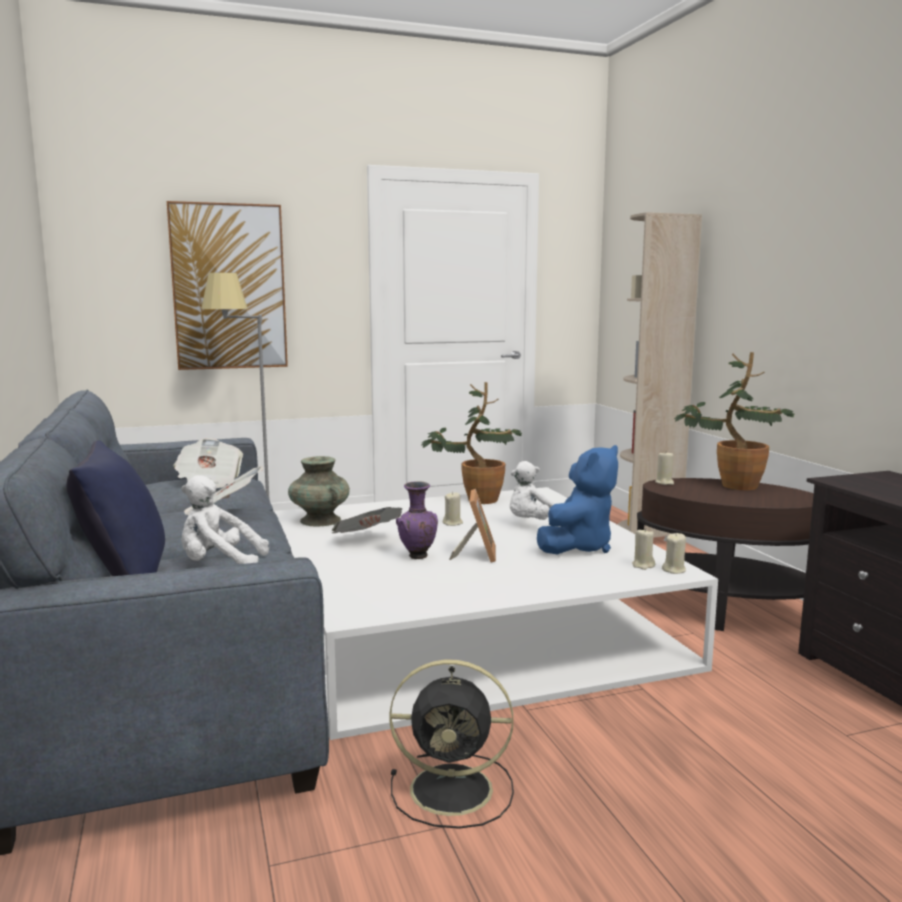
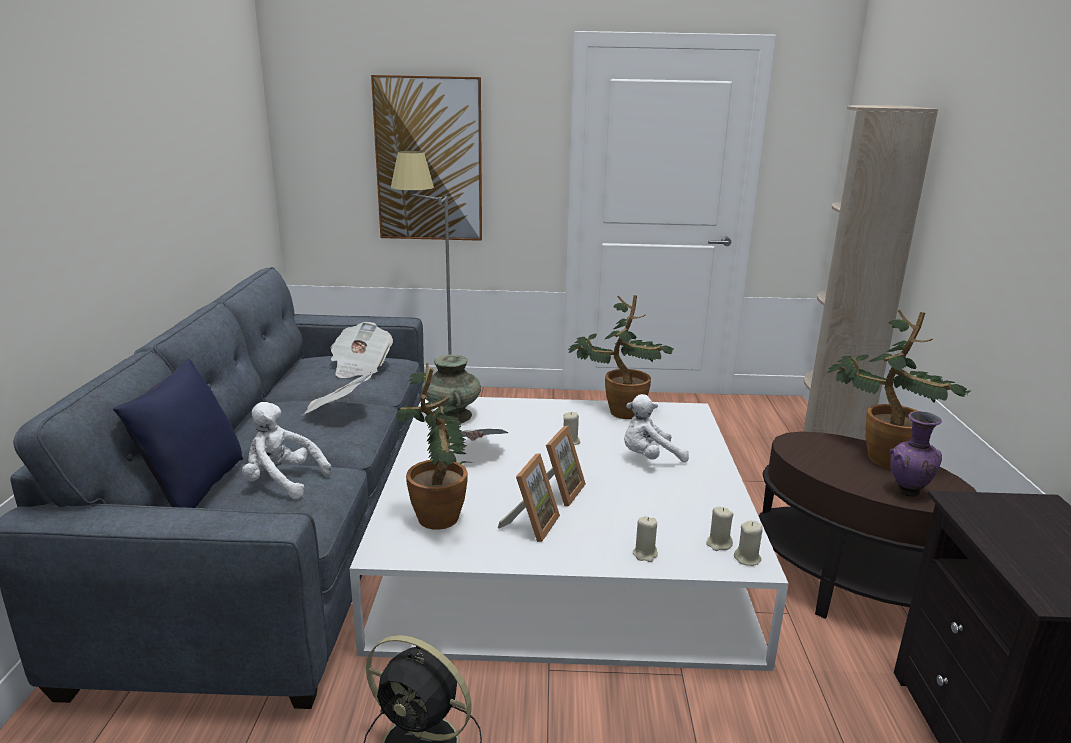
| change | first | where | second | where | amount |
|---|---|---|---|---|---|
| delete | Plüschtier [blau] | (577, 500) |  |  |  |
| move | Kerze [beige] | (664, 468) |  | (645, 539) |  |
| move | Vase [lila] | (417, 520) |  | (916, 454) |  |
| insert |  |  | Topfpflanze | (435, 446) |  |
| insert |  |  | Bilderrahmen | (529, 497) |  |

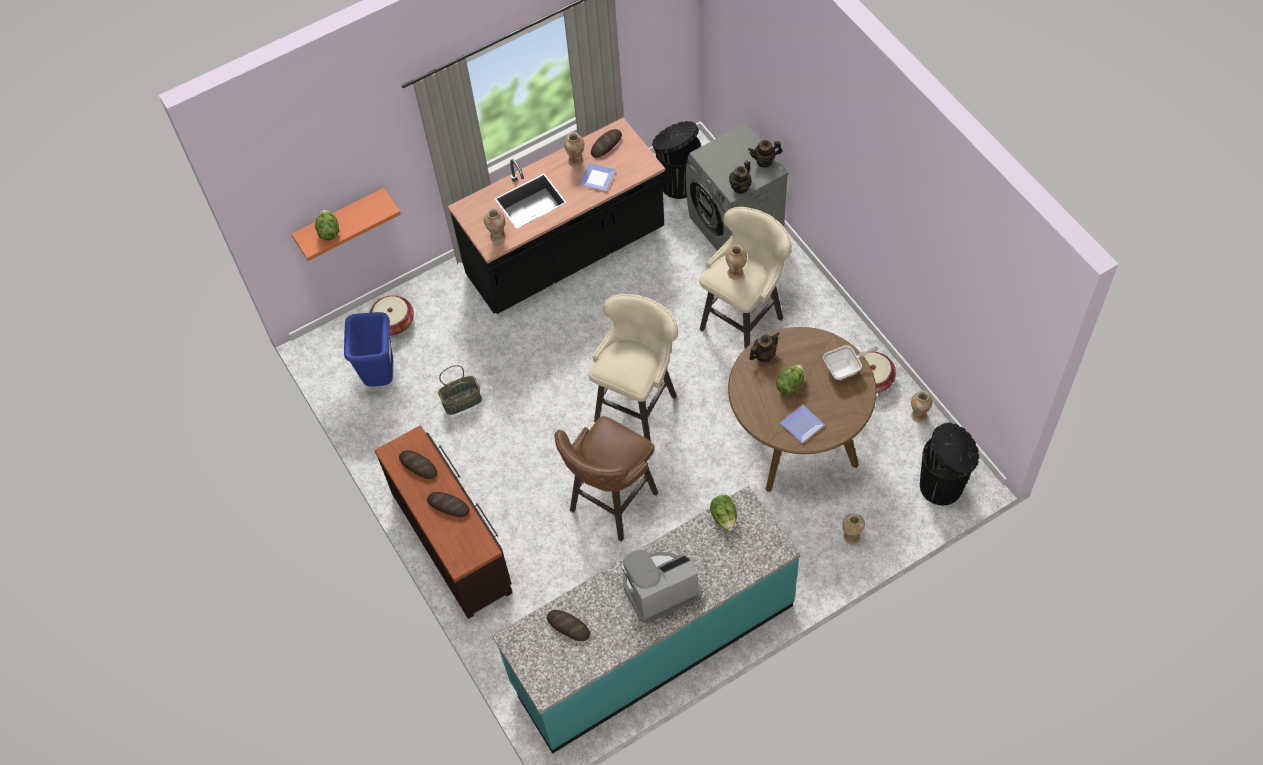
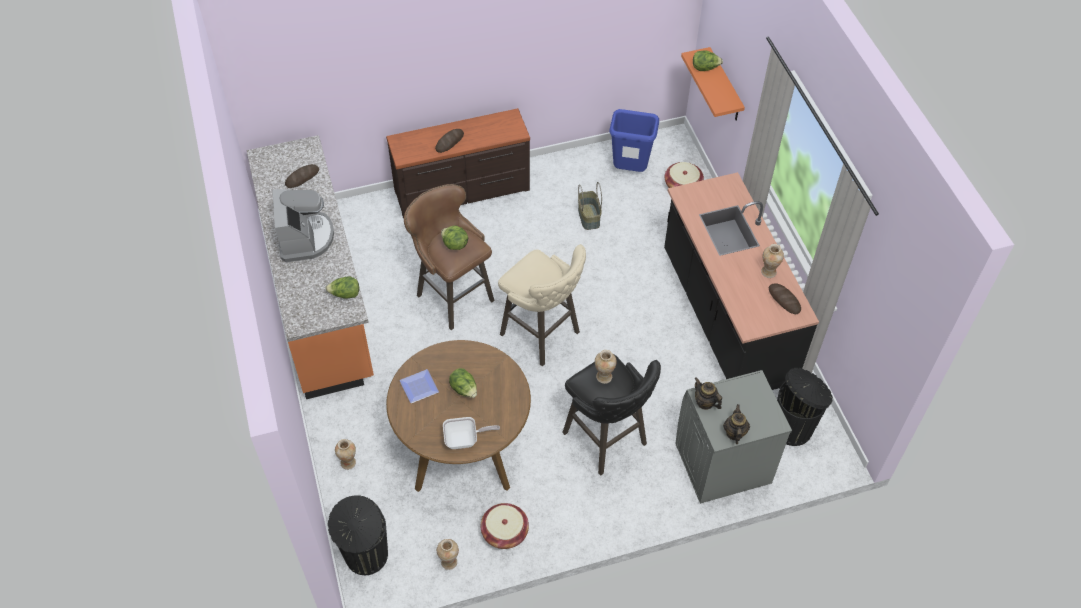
| change | first | where | second | where | amount |
|---|---|---|---|---|---|
| delete | Teller | (597, 177) |  |  |  |
| recolor | Hocker [beige] | (745, 278) | Hocker [schwarz] | (611, 415) |  |
| delete | Vase | (495, 225) |  |  |  |
| delete | Teekanne | (764, 347) |  |  |  |
| rotate | Pfanne | (851, 362) |  | (471, 433) | 90 degrees counterclockwise |
| delete | Brot | (418, 464) |  |  |  |
| recolor | Küchenzeile [türkis] | (646, 620) | Küchenzeile [orange] | (310, 267) |  |
| insert |  |  | Salatkopf | (454, 238) |  |

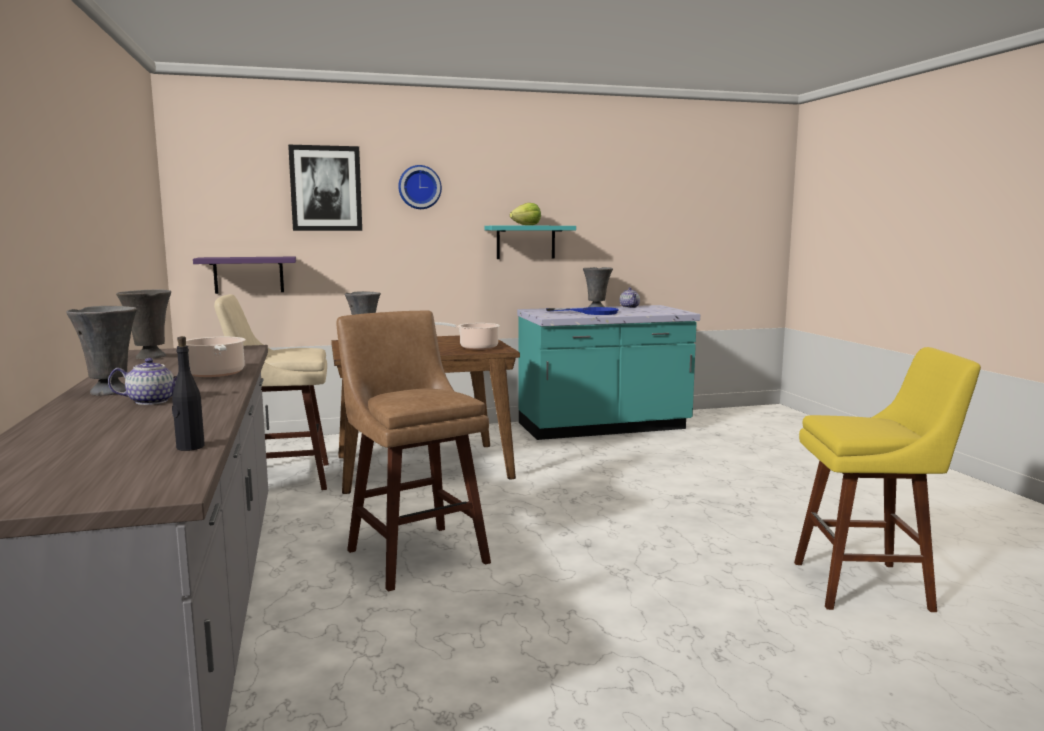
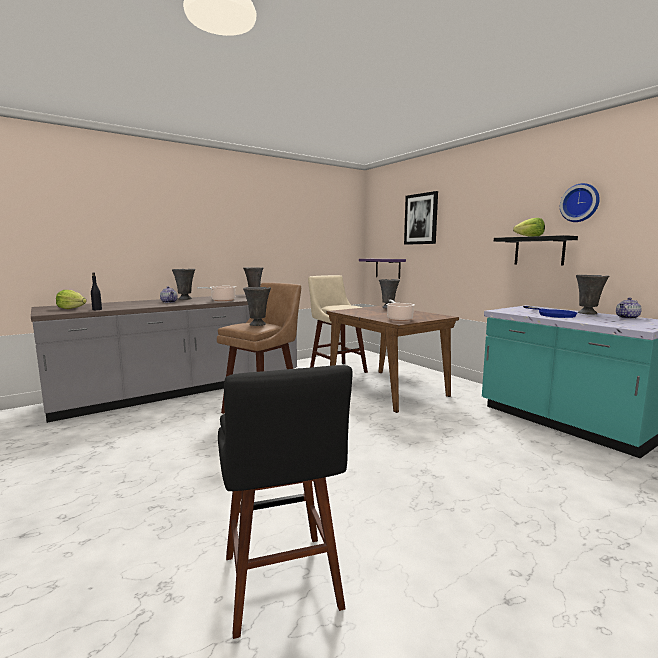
| change | first | where | second | where | amount |
|---|---|---|---|---|---|
| move | Wanduhr | (420, 187) |  | (580, 202) |  |
| recolor | Wandregal [türkis] | (530, 242) | Wandregal [schwarz] | (536, 250) |  |
| recolor | Hocker [gelb] | (887, 479) | Hocker [schwarz] | (285, 502) |  |
| insert |  |  | Vase [grau] | (257, 306) |  |
| insert |  |  | Salatkopf | (71, 299) |  |

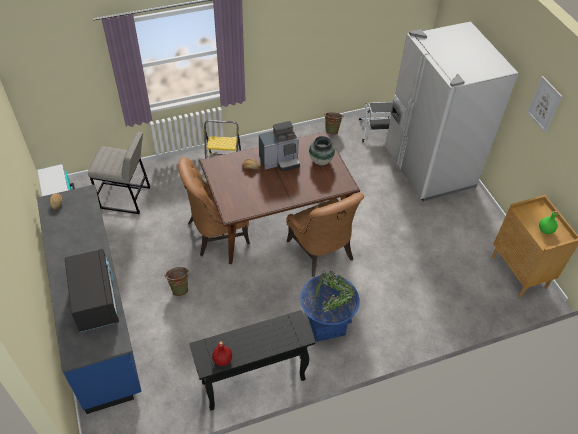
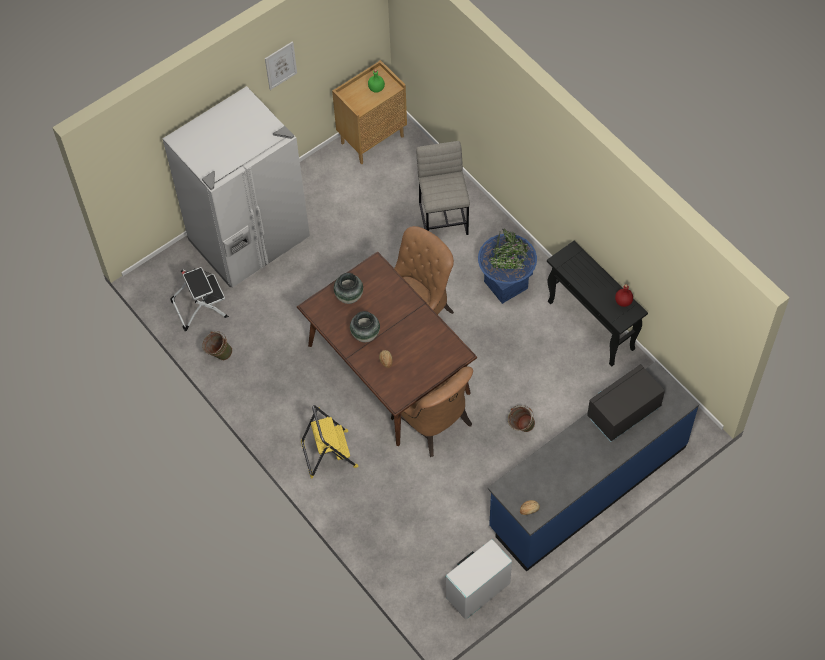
| change | first | where | second | where | amount |
|---|---|---|---|---|---|
| replace | Kaffeemaschine | (279, 146) | Vase | (365, 326) |  |
| move | Stuhl [grau] | (119, 173) |  | (443, 188) |  |

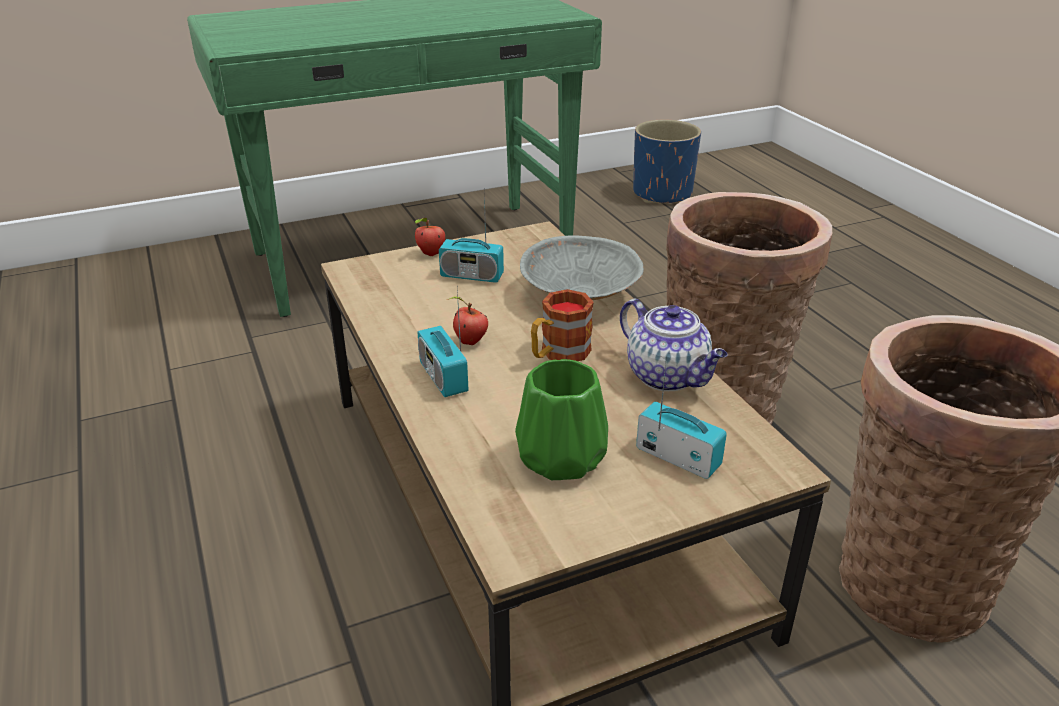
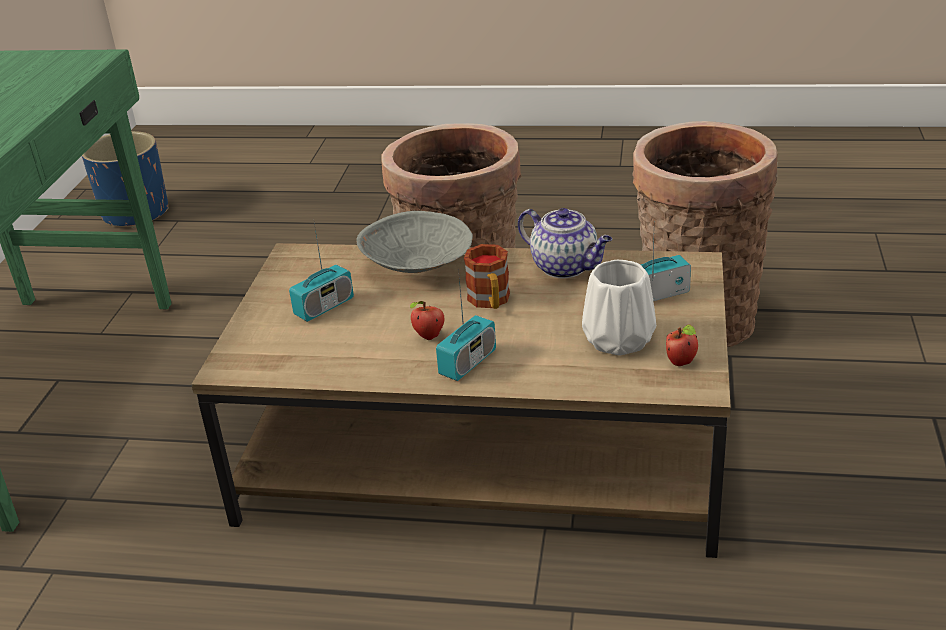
| change | first | where | second | where | amount |
|---|---|---|---|---|---|
| move | Apfel | (430, 237) |  | (682, 345) |  |
| rotate | Radio | (442, 341) |  | (466, 324) | 60 degrees counterclockwise |
| rotate | Teekanne | (674, 345) |  | (565, 243) | 45 degrees clockwise |
| recolor | Vase [grün] | (561, 419) | Vase [weiß] | (619, 308) |  |

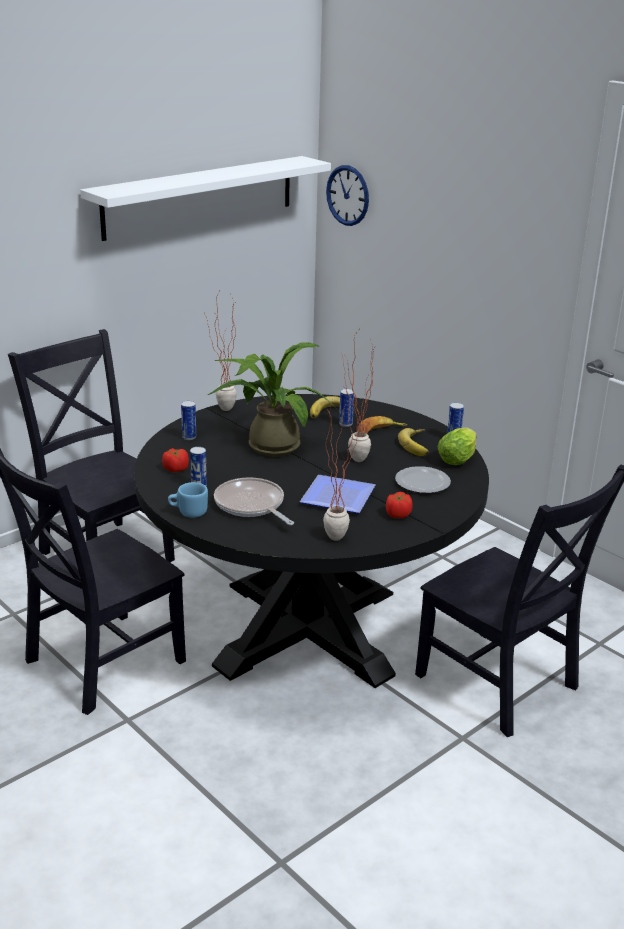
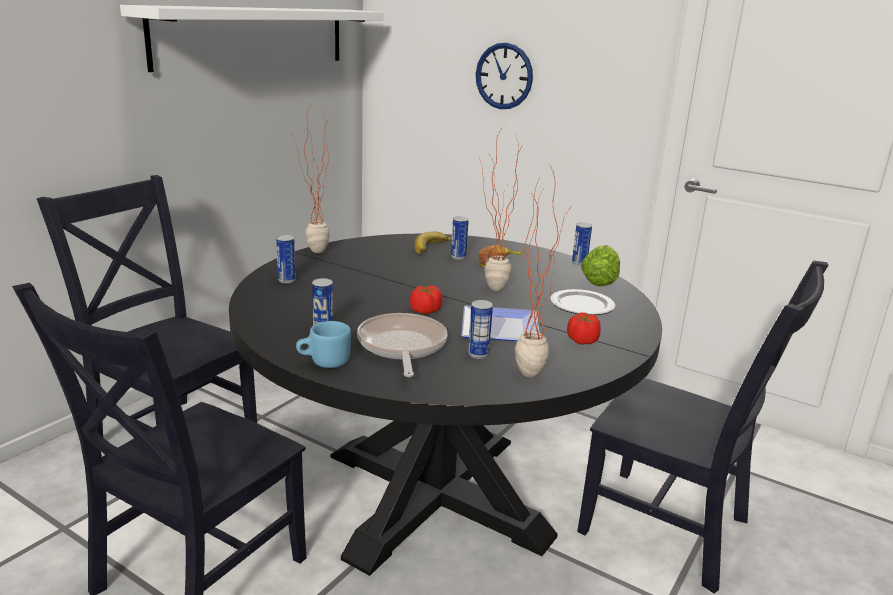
| change | first | where | second | where | amount |
|---|---|---|---|---|---|
| move | Wanduhr | (347, 195) |  | (504, 76) |  |
| delete | Topfpflanze | (272, 399) |  |  |  |
| delete | Banane | (413, 442) |  |  |  |
| move | Tomate | (175, 460) |  | (426, 299) |  |
| rotate | Pfanne | (254, 501) |  | (402, 345) | 45 degrees clockwise |
| insert |  |  | Dose | (480, 329) |  |

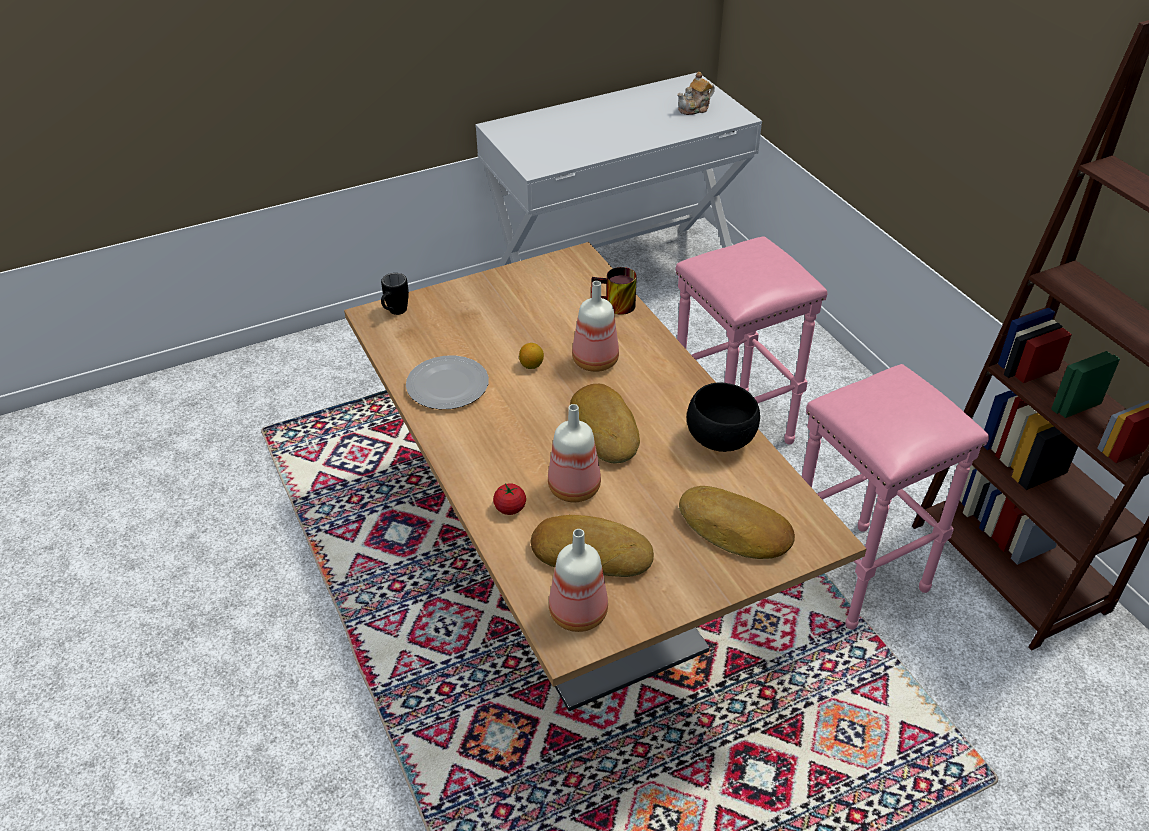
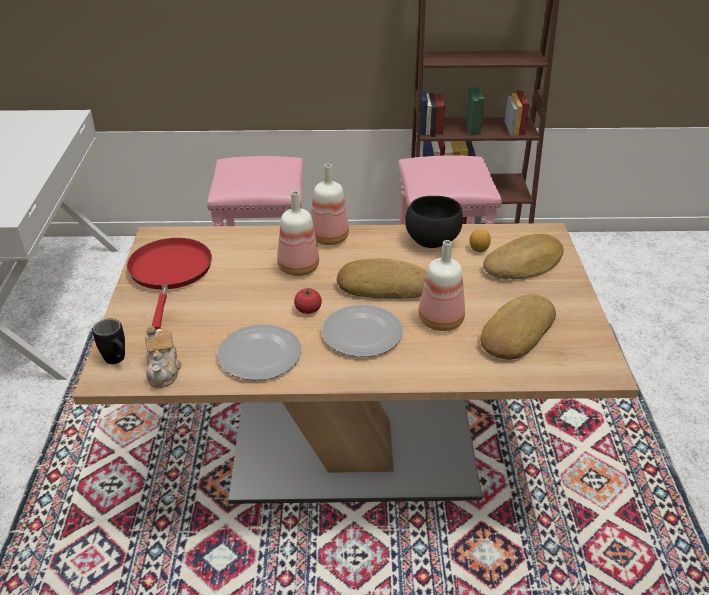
| change | first | where | second | where | amount |
|---|---|---|---|---|---|
| move | Teekanne | (696, 93) |  | (163, 357) |  |
| delete | Henkelbecher | (614, 291) |  |  |  |
| move | Zitrone | (531, 356) |  | (480, 240) |  |
| move | Tomate | (509, 499) |  | (308, 301) |  |
| move | Flasche | (578, 580) |  | (330, 204) |  |
| insert |  |  | Pfanne [rot] | (169, 284) |  |
| insert |  |  | Teller | (362, 331) |  |

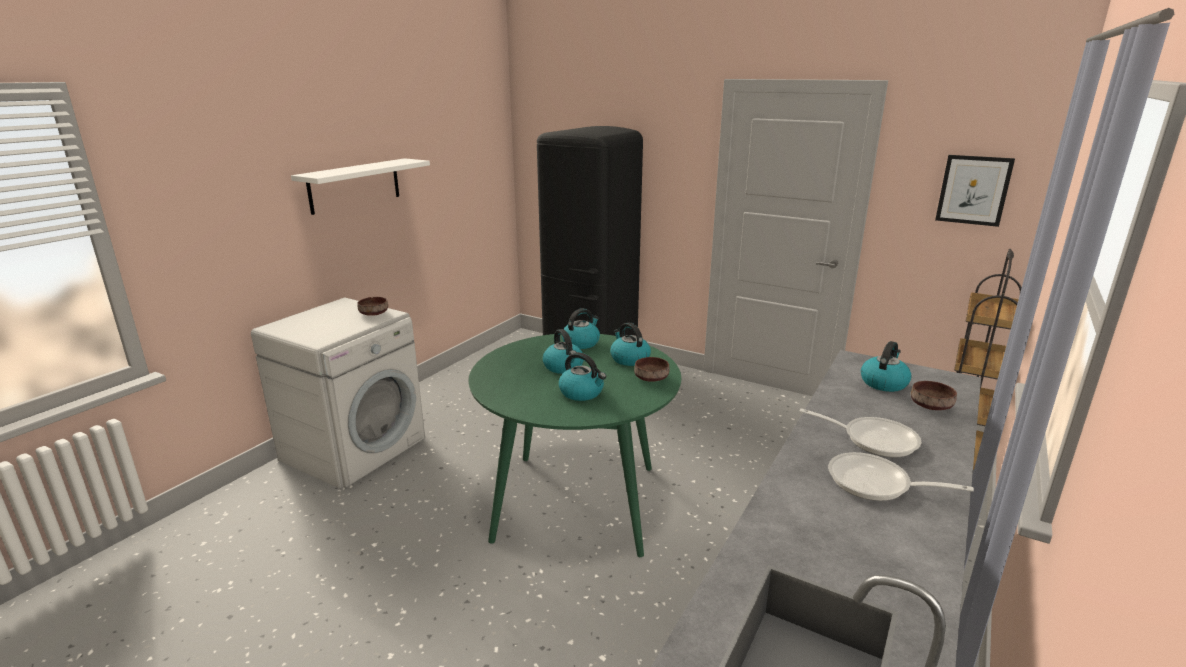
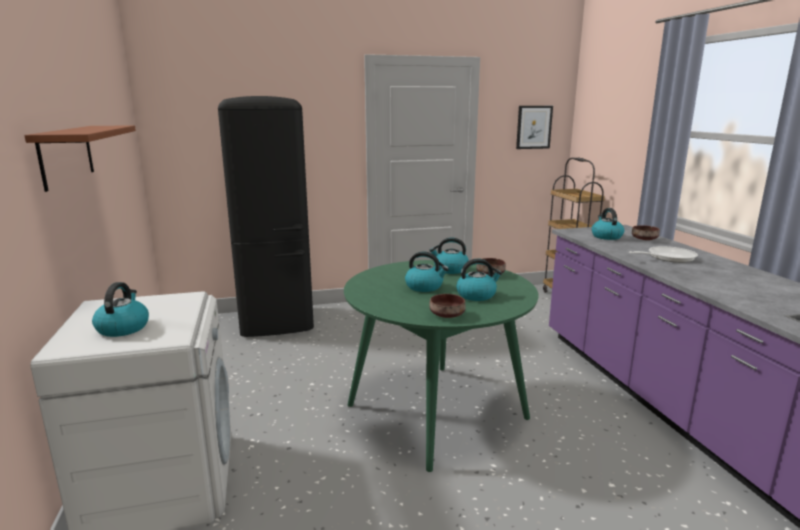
| change | first | where | second | where | amount |
|---|---|---|---|---|---|
| recolor | Wandregal [weiß] | (360, 186) | Wandregal [braun] | (80, 158) |  |
| move | Schüssel [braun] | (372, 306) |  | (447, 306) |  |
| move | Wasserkessel | (581, 328) |  | (120, 309) |  |
| delete | Pfanne | (901, 476) |  |  |  |

